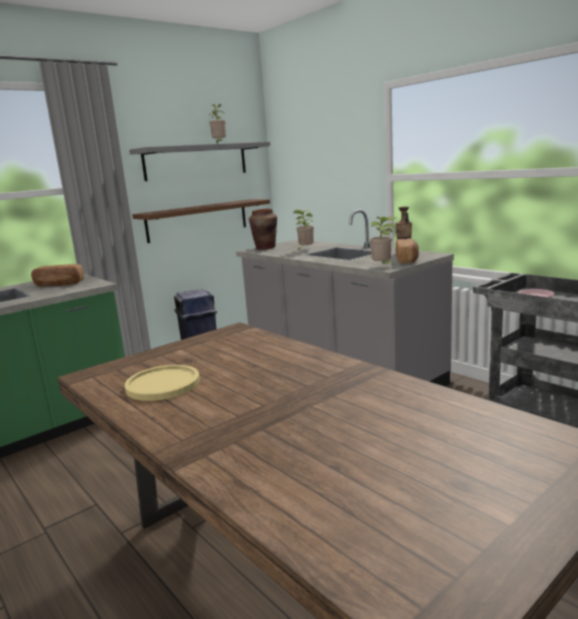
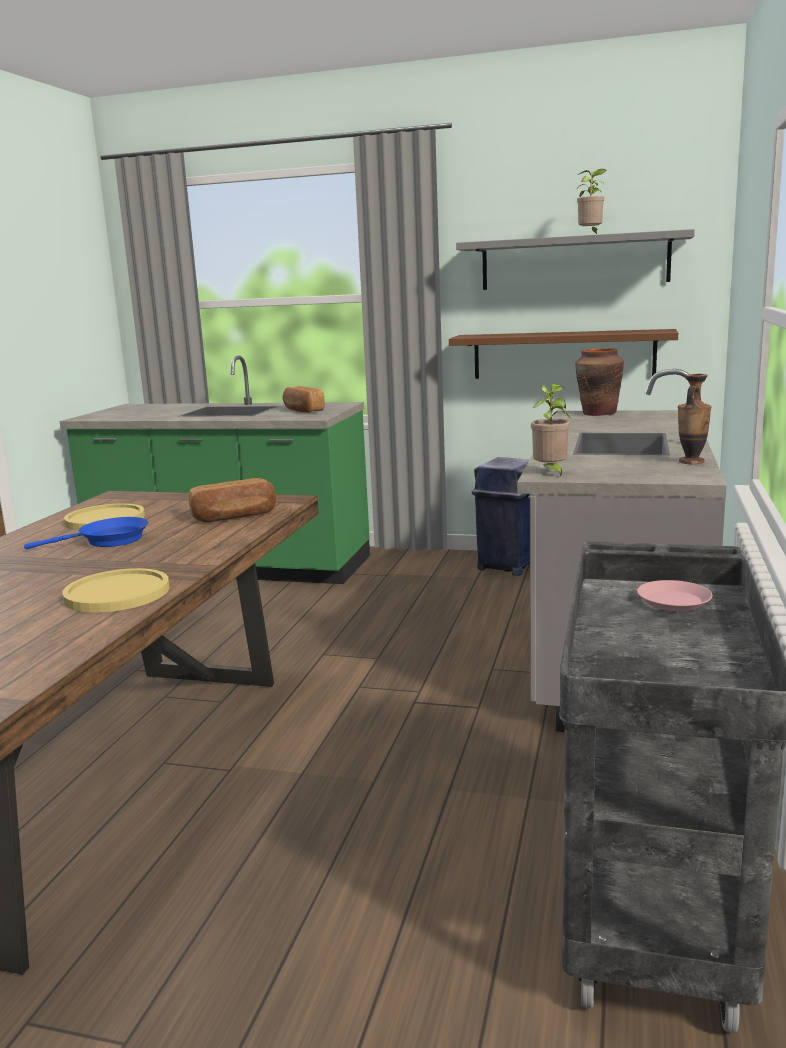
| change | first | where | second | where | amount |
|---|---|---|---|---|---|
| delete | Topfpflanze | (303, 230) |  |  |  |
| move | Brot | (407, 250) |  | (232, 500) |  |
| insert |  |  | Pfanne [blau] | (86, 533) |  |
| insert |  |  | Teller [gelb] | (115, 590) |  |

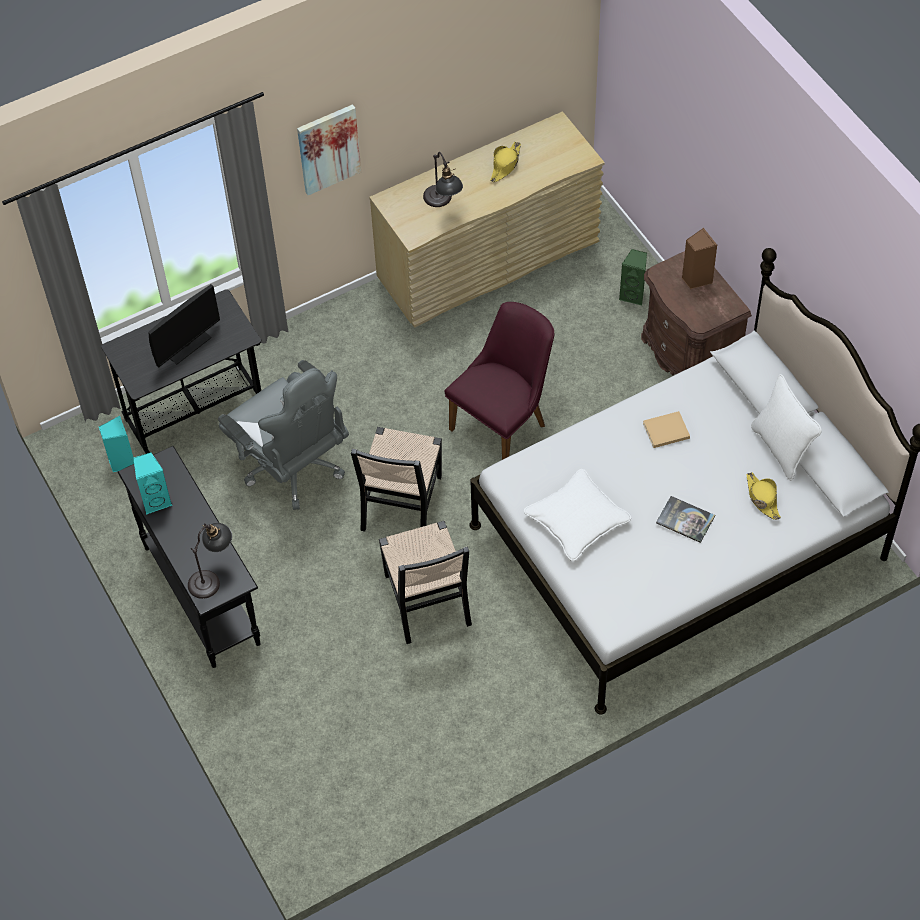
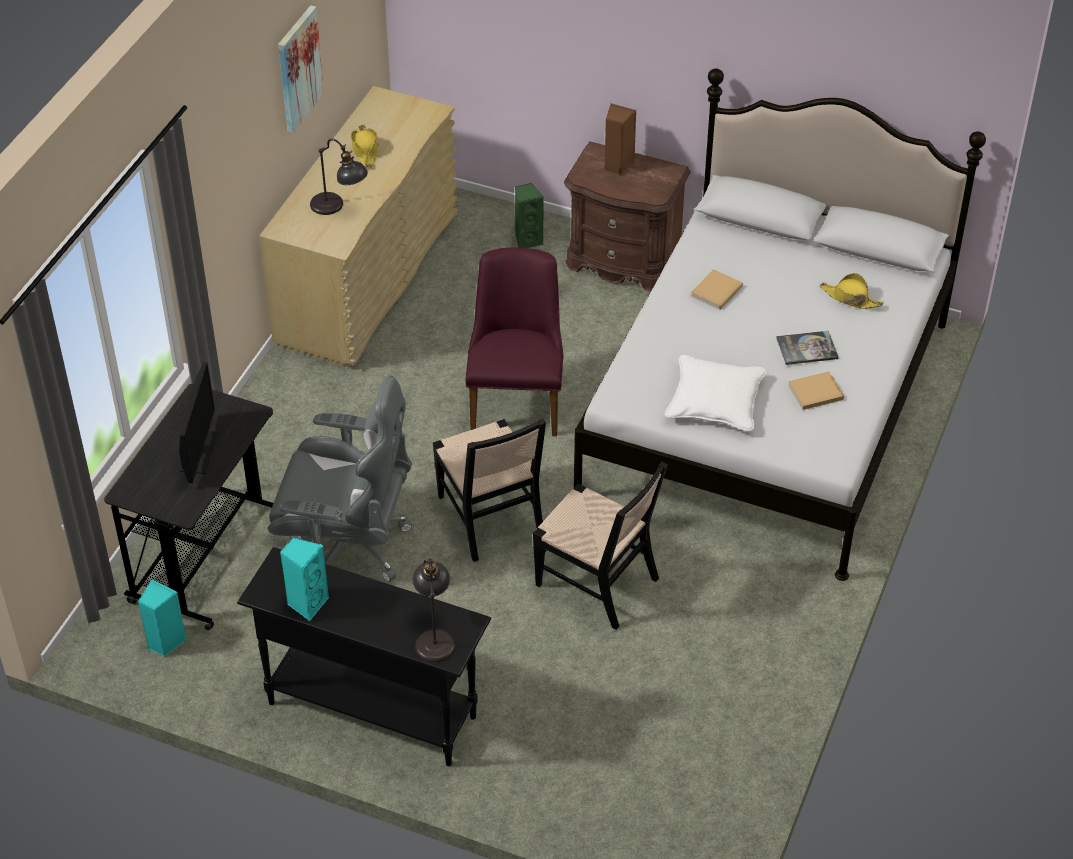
| change | first | where | second | where | amount |
|---|---|---|---|---|---|
| move | Bild | (329, 149) |  | (301, 69) |  |
| delete | Kissen [weiß] | (786, 427) |  |  |  |
| insert |  |  | Buch [beige] | (816, 390) |  |

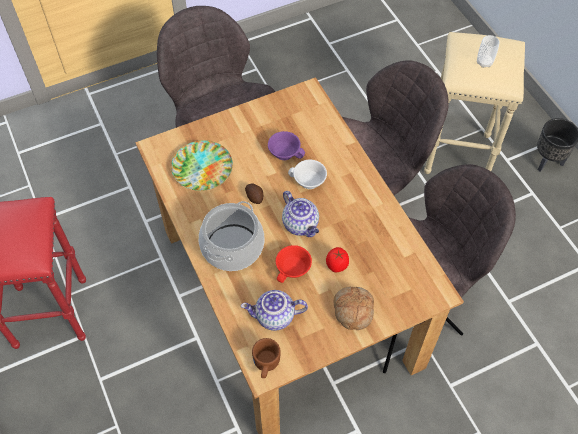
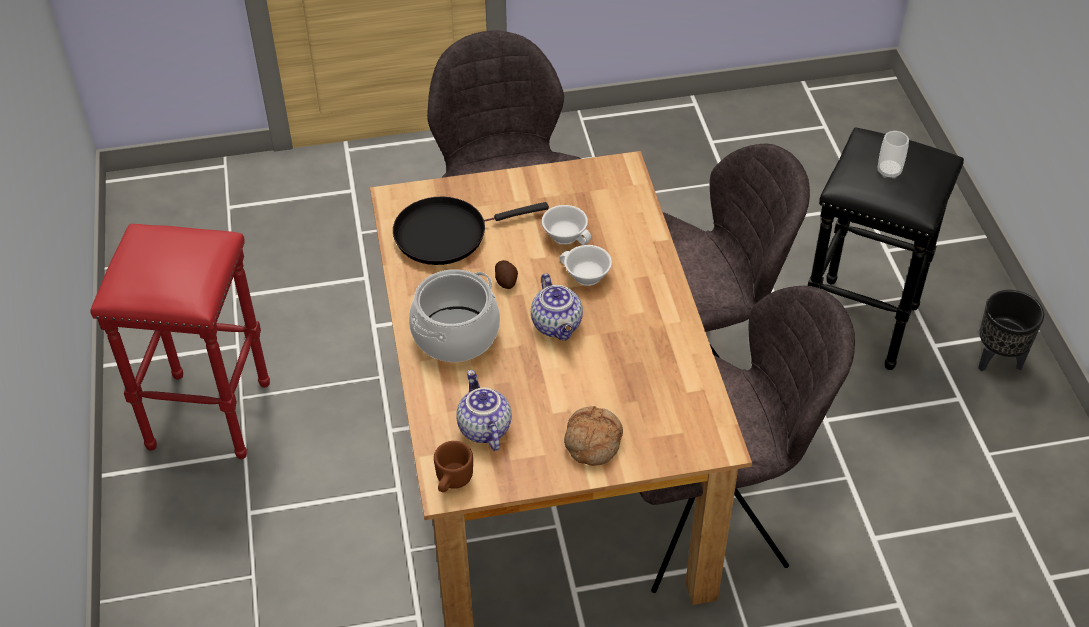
| change | first | where | second | where | amount |
|---|---|---|---|---|---|
| recolor | Hocker [beige] | (474, 103) | Hocker [schwarz] | (886, 249) |  |
| recolor | Tasse [lila] | (286, 145) | Tasse [weiß] | (567, 225) |  |
| replace | Teller | (202, 165) | Pfanne [schwarz] | (471, 231) |  |
| delete | Tasse [rot] | (294, 264) |  |  |  |
| delete | Tomate | (337, 259) |  |  |  |
| rotate | Teekanne | (274, 310) |  | (484, 410) | 60 degrees clockwise |

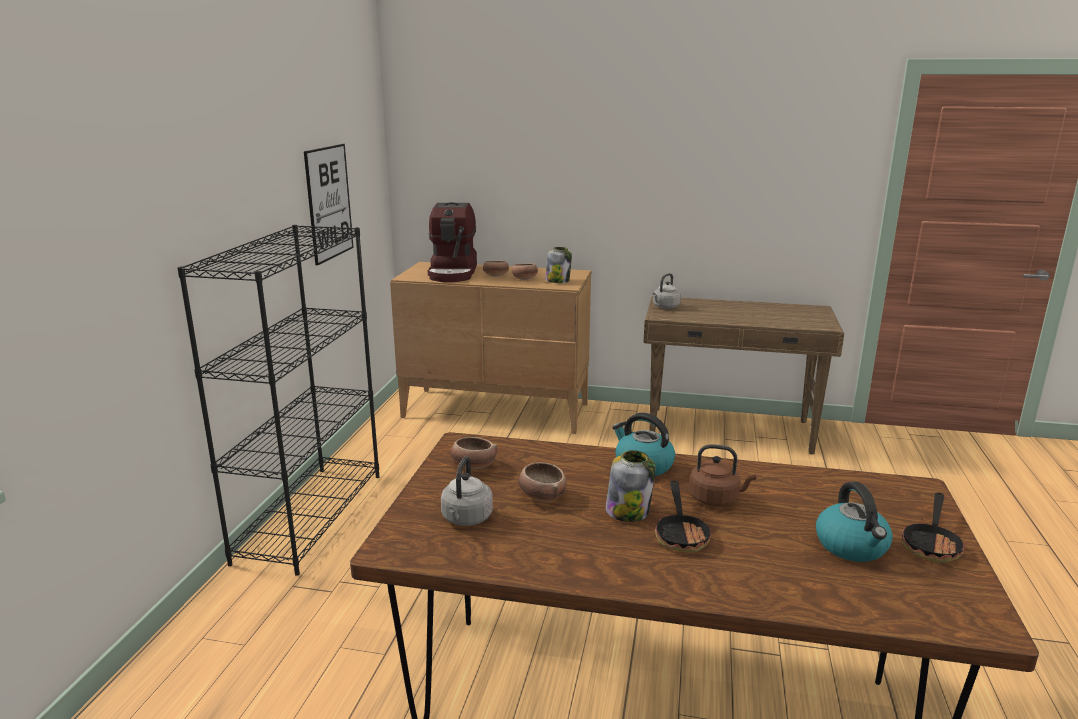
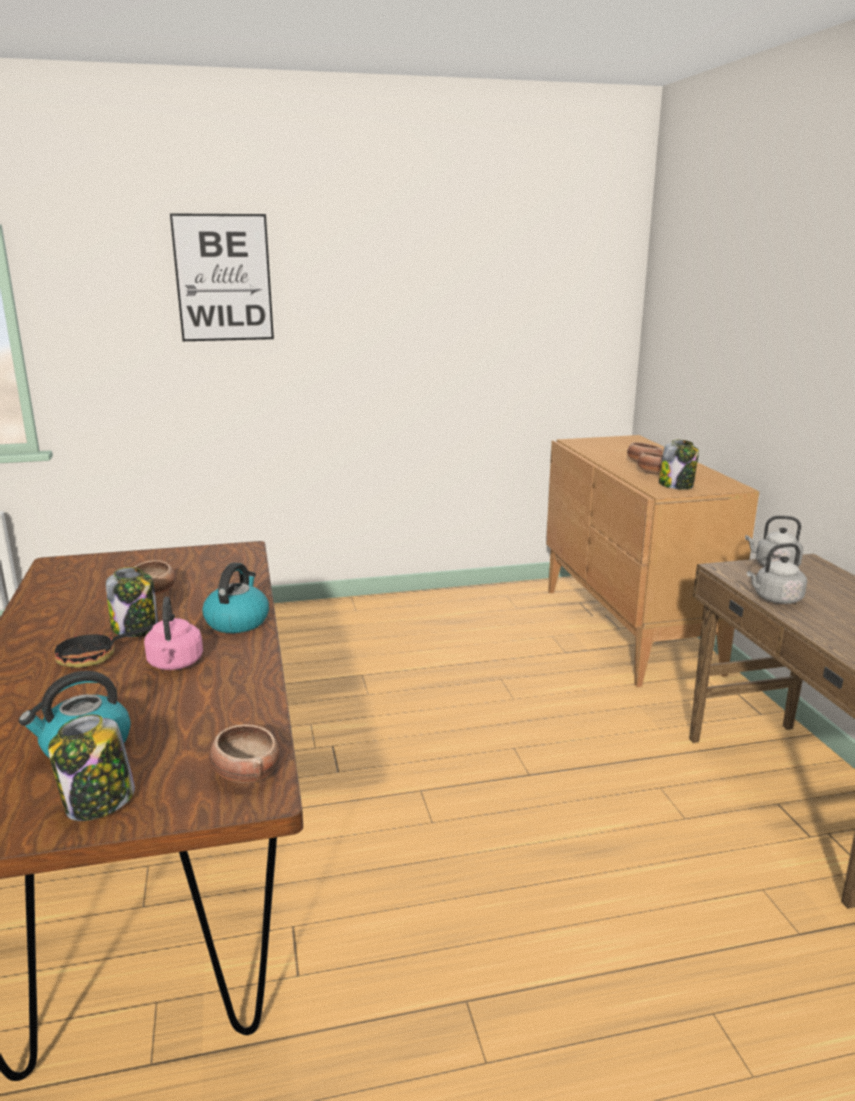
| change | first | where | second | where | amount |
|---|---|---|---|---|---|
| move | Bild | (329, 204) |  | (222, 277) |  |
| delete | Kaffeemaschine | (452, 242) |  |  |  |
| delete | Bücherregal [schwarz] | (278, 400) |  |  |  |
| move | Schüssel | (473, 453) |  | (244, 753) |  |
| recolor | Wasserkessel [braun] | (723, 475) | Wasserkessel [rosa] | (173, 633) |  |
| move | Wasserkessel [grau] | (467, 491) |  | (777, 573) |  |
| replace | Pfanne | (934, 527) | Vorratsglas | (91, 767) |  |

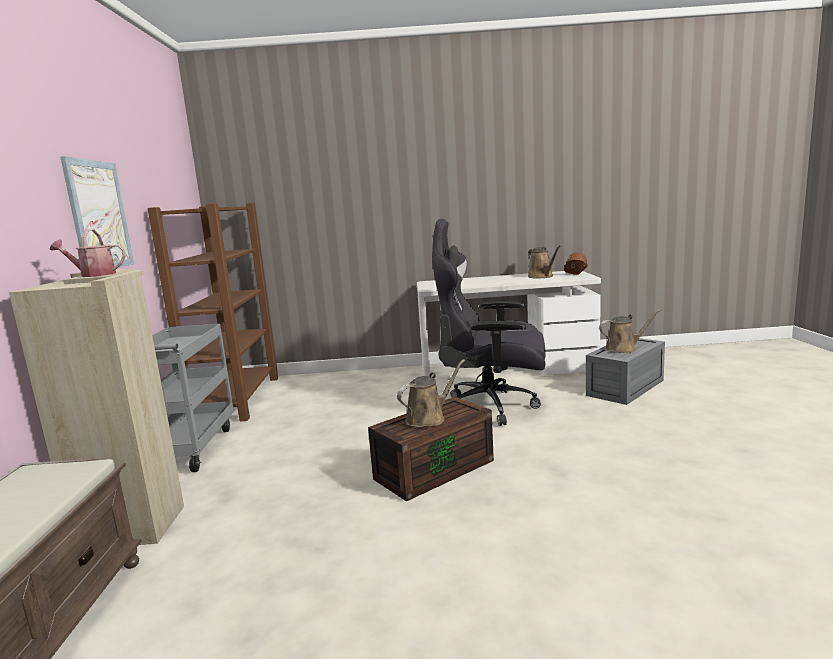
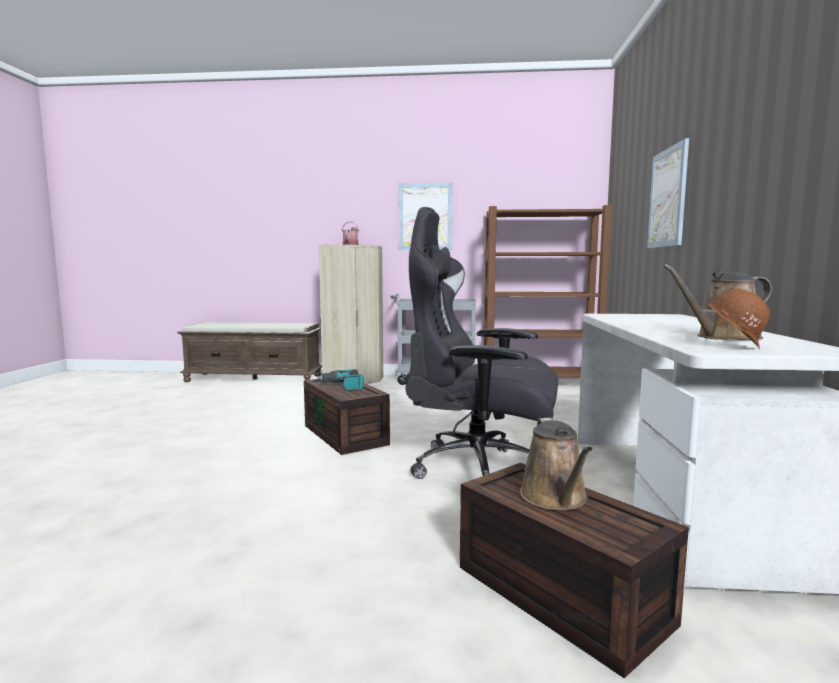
| change | first | where | second | where | amount |
|---|---|---|---|---|---|
| rotate | Bürostuhl [schwarz] | (489, 322) |  | (481, 343) | 90 degrees counterclockwise |
| recolor | Aufbewahrungsbox [grau] | (625, 371) | Aufbewahrungsbox [braun] | (574, 570) |  |
| replace | Gießkanne [braun] | (431, 393) | Bohrmaschine | (340, 379) |  |
| insert |  |  | Bild | (668, 193) |  |

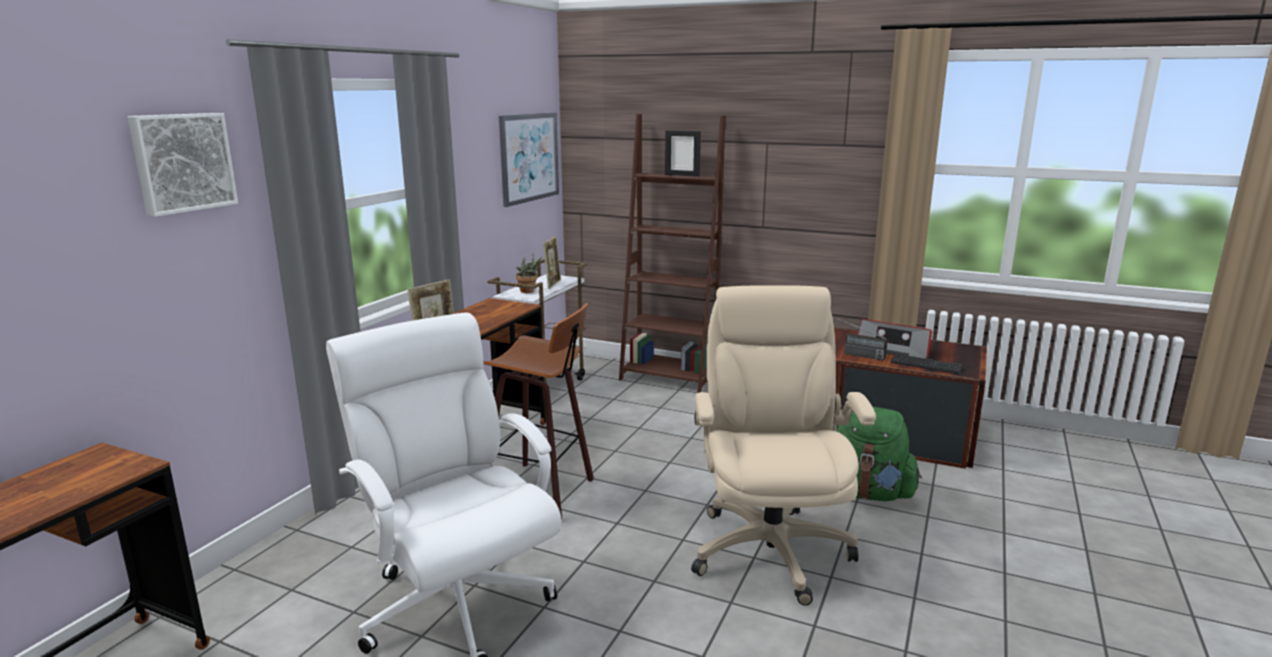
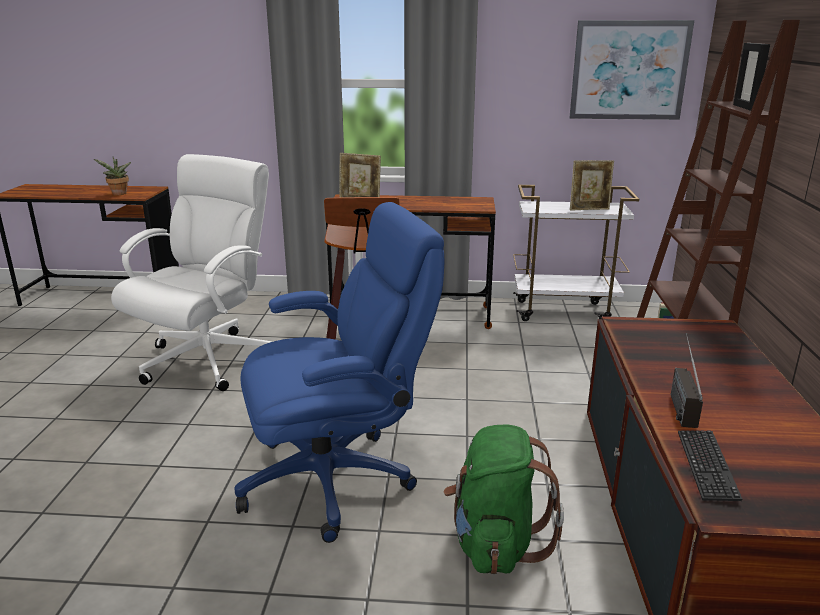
| change | first | where | second | where | amount |
|---|---|---|---|---|---|
| delete | Bild | (183, 165) |  |  |  |
| move | Topfpflanze | (529, 273) |  | (112, 176) |  |
| recolor | Bürostuhl [beige] | (783, 445) | Bürostuhl [blau] | (339, 372) |  |
| delete | Radio | (895, 339) |  |  |  |

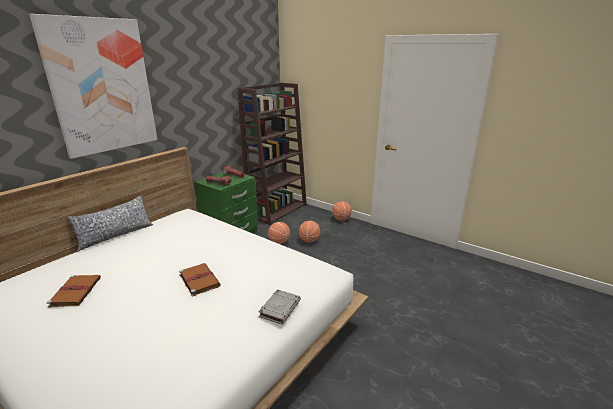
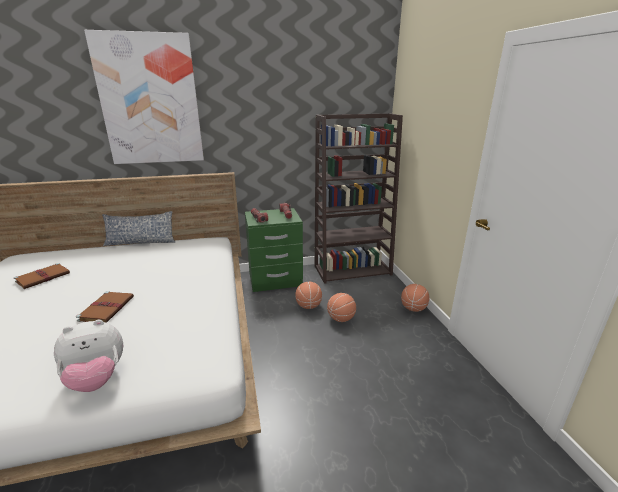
| change | first | where | second | where | amount |
|---|---|---|---|---|---|
| replace | Buch [grau] | (279, 307) | Plüschtier | (89, 356) |  |

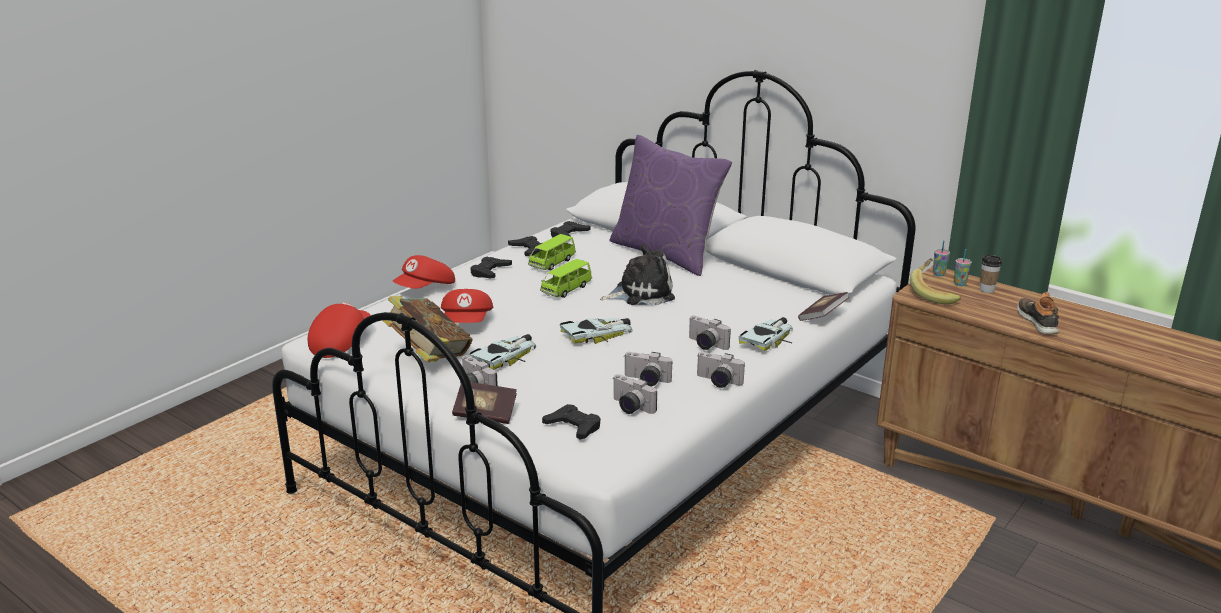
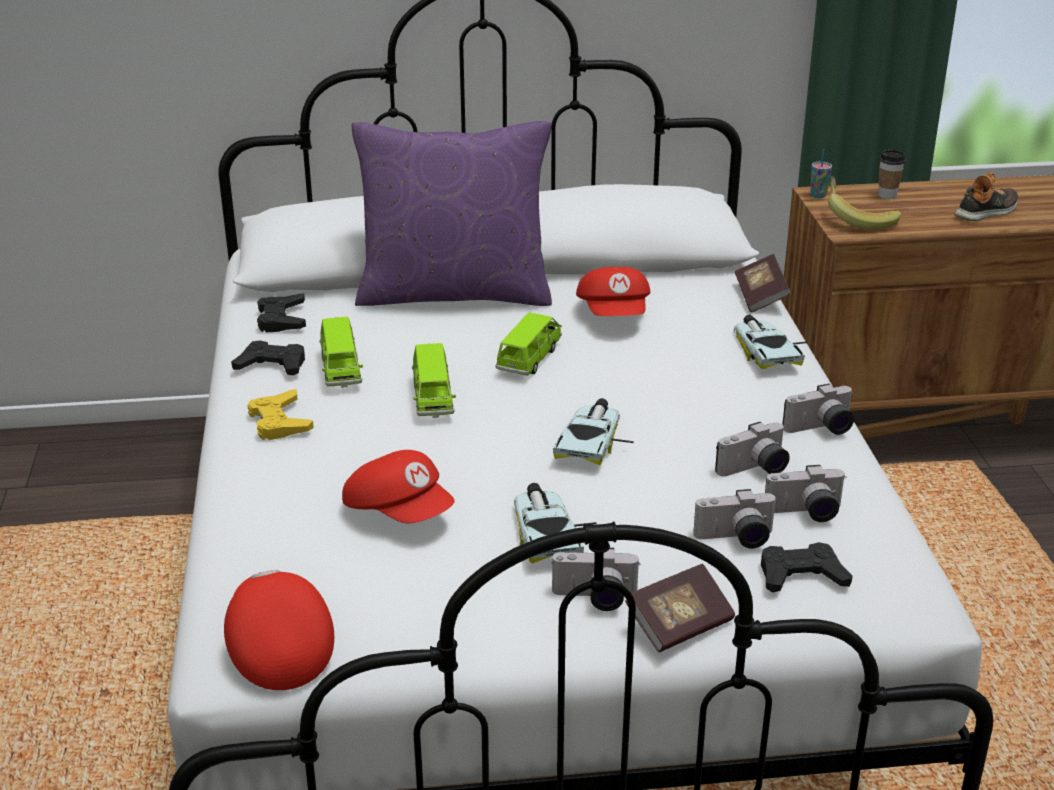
| change | first | where | second | where | amount |
|---|---|---|---|---|---|
| replace | Plüschtier | (637, 274) | Spielzeugauto [grün] | (529, 344) |  |
| delete | Tasse | (963, 267) |  |  |  |
| move | Kappe [rot] | (424, 272) |  | (613, 291) |  |
| recolor | Gamepad [schwarz] | (491, 267) | Gamepad [gelb] | (280, 414) |  |
| rotate | Schuh | (1038, 313) |  | (986, 196) | 105 degrees clockwise |
| delete | Buch | (427, 329) |  |  |  |
| move | Kamera | (710, 333) |  | (735, 519) |  |

